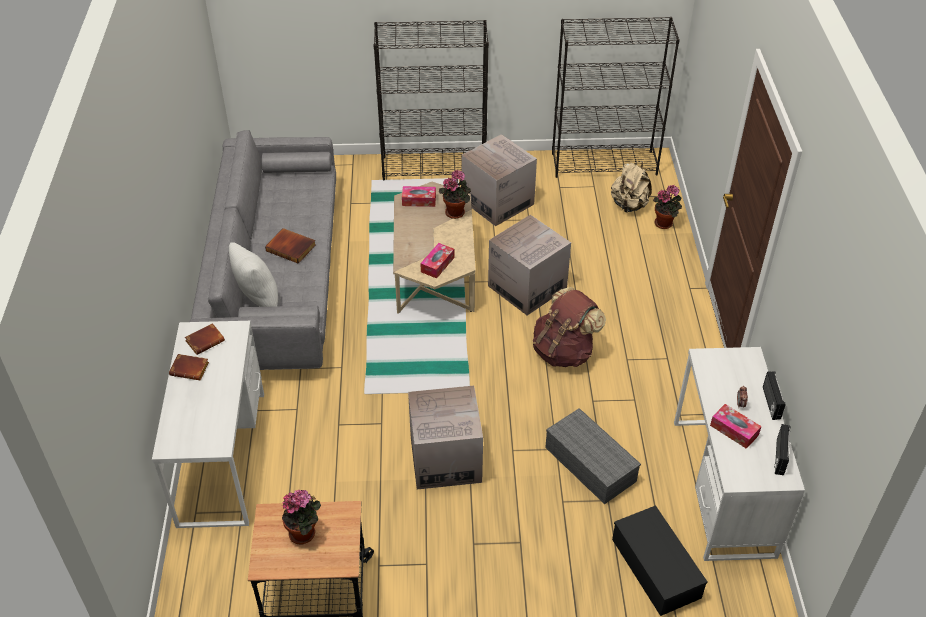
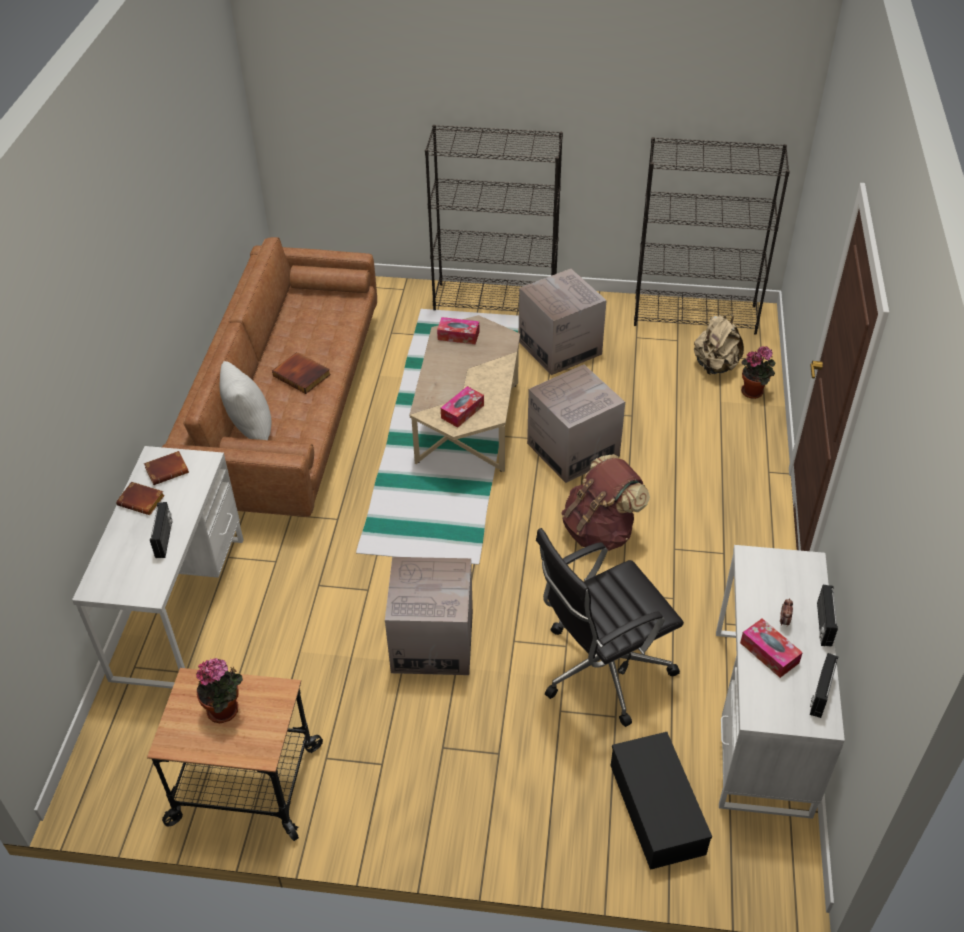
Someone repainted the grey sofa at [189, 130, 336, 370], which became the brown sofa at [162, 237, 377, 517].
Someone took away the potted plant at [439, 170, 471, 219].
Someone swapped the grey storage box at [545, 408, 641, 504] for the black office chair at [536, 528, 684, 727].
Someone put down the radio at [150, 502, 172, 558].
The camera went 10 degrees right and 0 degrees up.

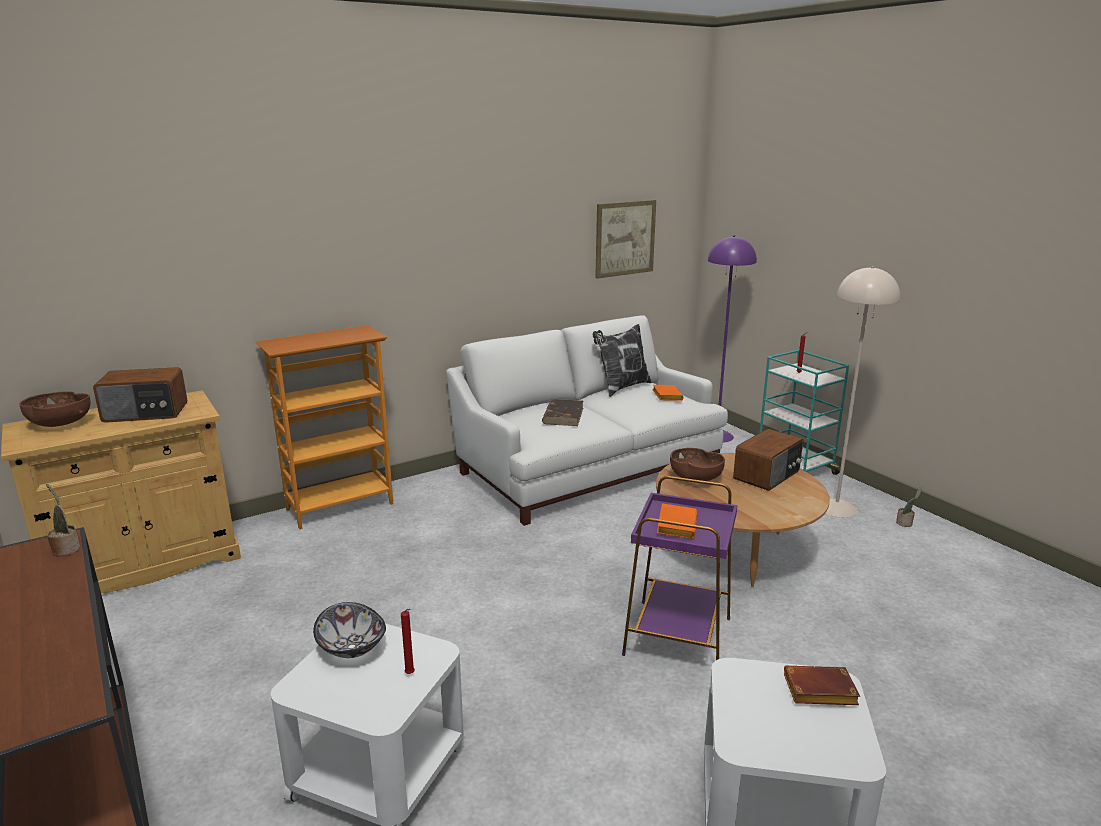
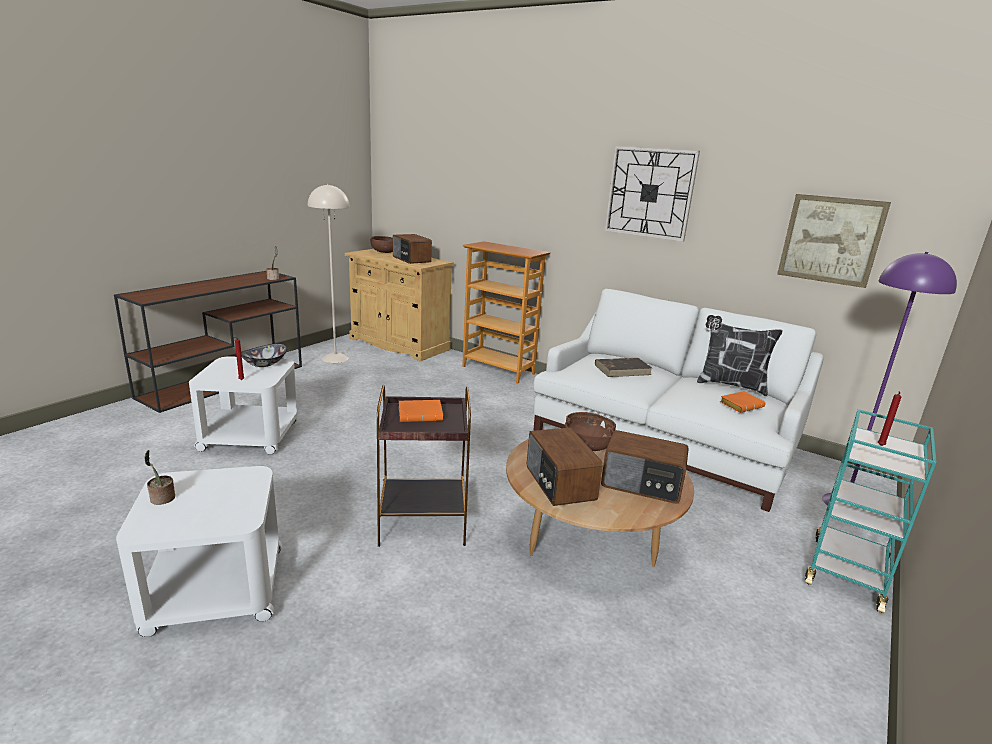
Someone carried the beige floor lamp from [825, 266, 900, 517] to [308, 184, 350, 363].
Someone repainted the purple side table at [622, 476, 737, 660], which became the brown side table at [377, 385, 471, 547].
Someone carried the potted plant from [896, 486, 922, 527] to [145, 450, 175, 505].
Someone took away the brown book at [784, 666, 860, 705].
Someone put up the wall clock at [604, 146, 700, 242].
Someone put down the radio at [527, 428, 603, 506].
The camera went 65 degrees right and 0 degrees up.

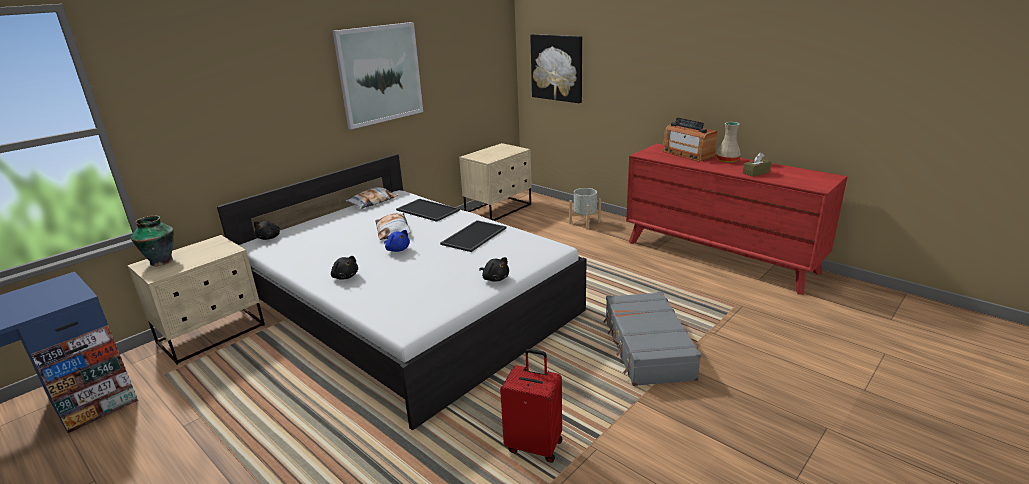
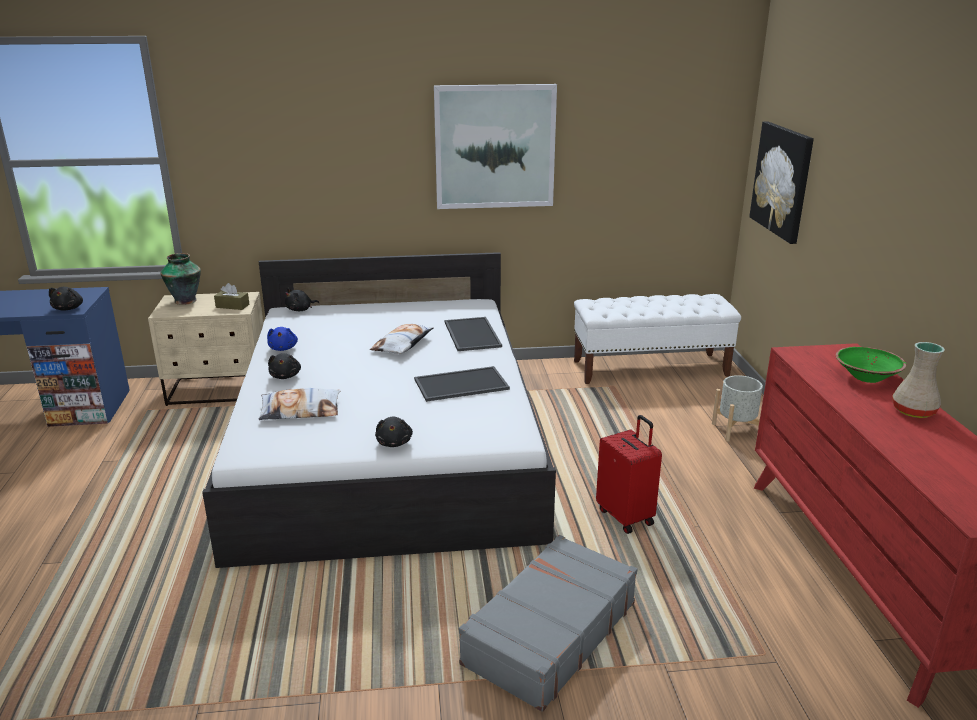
Someone swapped the radio at [663, 117, 717, 162] for the green bowl at [836, 347, 906, 383].
Someone swapped the beige nightstand at [459, 143, 532, 221] for the white bench at [574, 294, 741, 384].
Someone carried the brown tissue box from [743, 153, 771, 177] to [214, 283, 250, 310].
Someone carried the pillow from [345, 187, 398, 209] to [259, 388, 340, 420].
Someone carried the blue plush toy from [384, 230, 410, 252] to [267, 327, 298, 351].
Someone carried the red suitcase from [500, 349, 562, 463] to [596, 415, 662, 534].
Someone put down the black plush toy at [49, 287, 83, 311].
The camera went 40 degrees right and 0 degrees up.

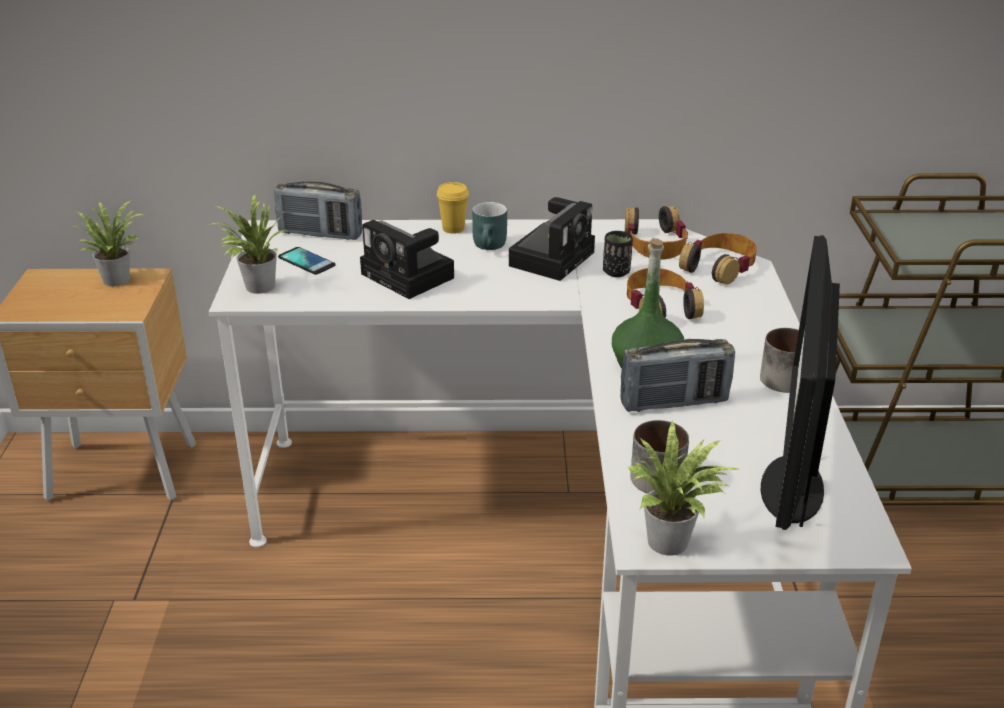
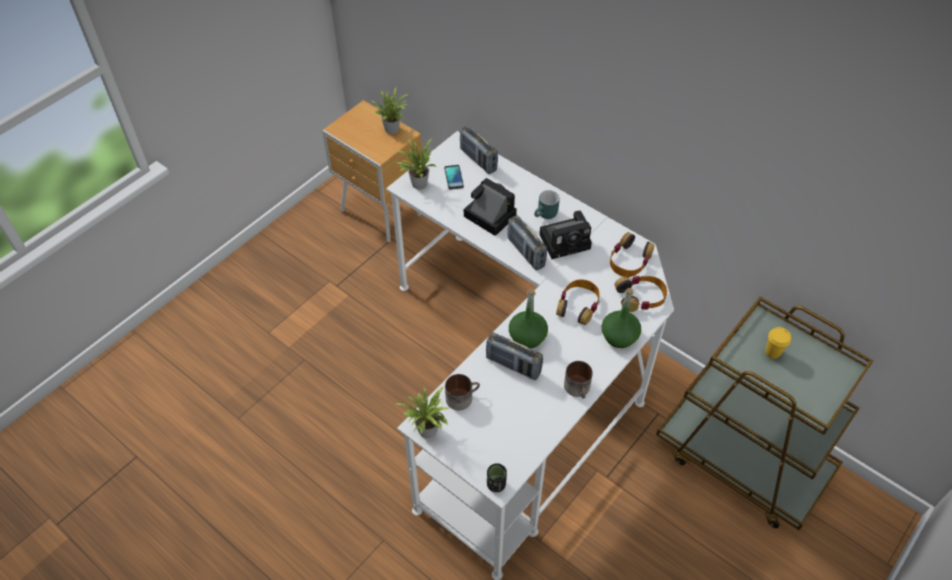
Someone carried the yellow cup from [437, 182, 469, 234] to [765, 327, 791, 359].
Someone rotated the photo camera at [360, 220, 454, 299] by 135 degrees clockwise.
Someone carried the black cup from [603, 231, 633, 277] to [487, 463, 507, 492].
Someone took away the monitor at [761, 235, 840, 530].
Someone put down the radio at [508, 215, 547, 270].
Someone put down the green bottle at [602, 288, 641, 348].
The camera went 40 degrees right and 20 degrees up.

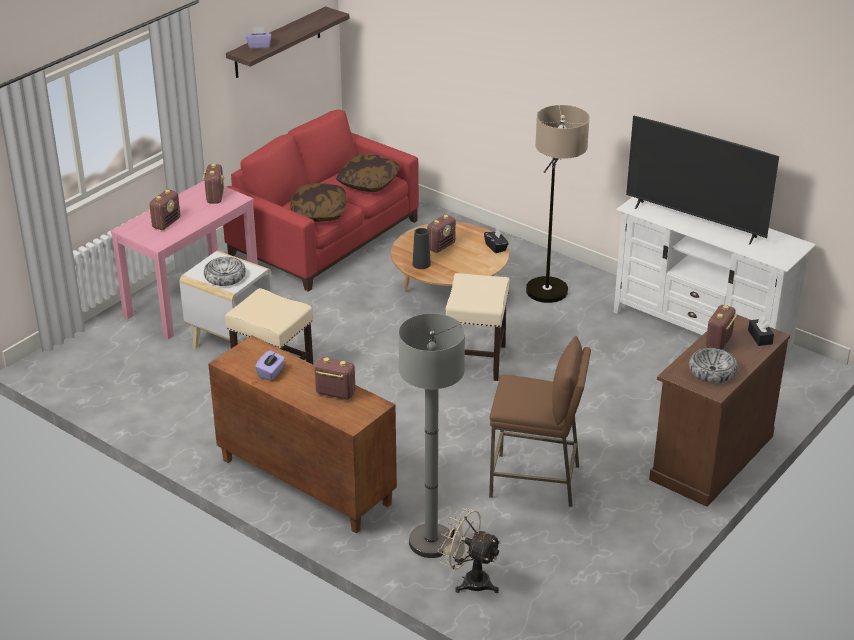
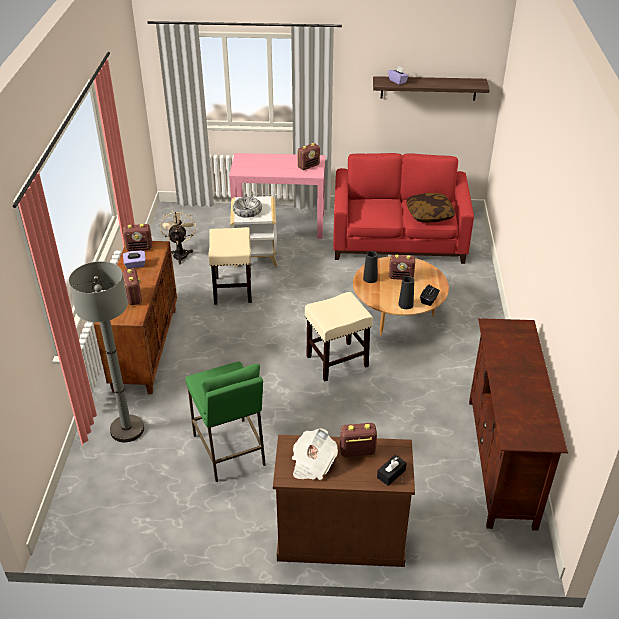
Someone took away the floor lamp at [526, 105, 590, 303].
Someone took away the television at [626, 116, 779, 245].
Someone took away the pillow at [290, 183, 347, 222].
Someone carried the radio from [149, 189, 180, 230] to [123, 224, 152, 251].
Someone repainted the white tv stand at [614, 197, 816, 353], which became the brown tv stand at [469, 318, 568, 531].
Someone repainted the brown stool at [489, 336, 591, 507], which became the green stool at [185, 362, 266, 482].
Someone swapped the bowl at [689, 348, 738, 383] for the newspaper at [292, 428, 338, 480].
Someone carried the beige fan from [437, 507, 501, 593] to [160, 209, 196, 264].
Someone put down the black vase at [398, 276, 414, 309].
The camera went 55 degrees right and 5 degrees up.

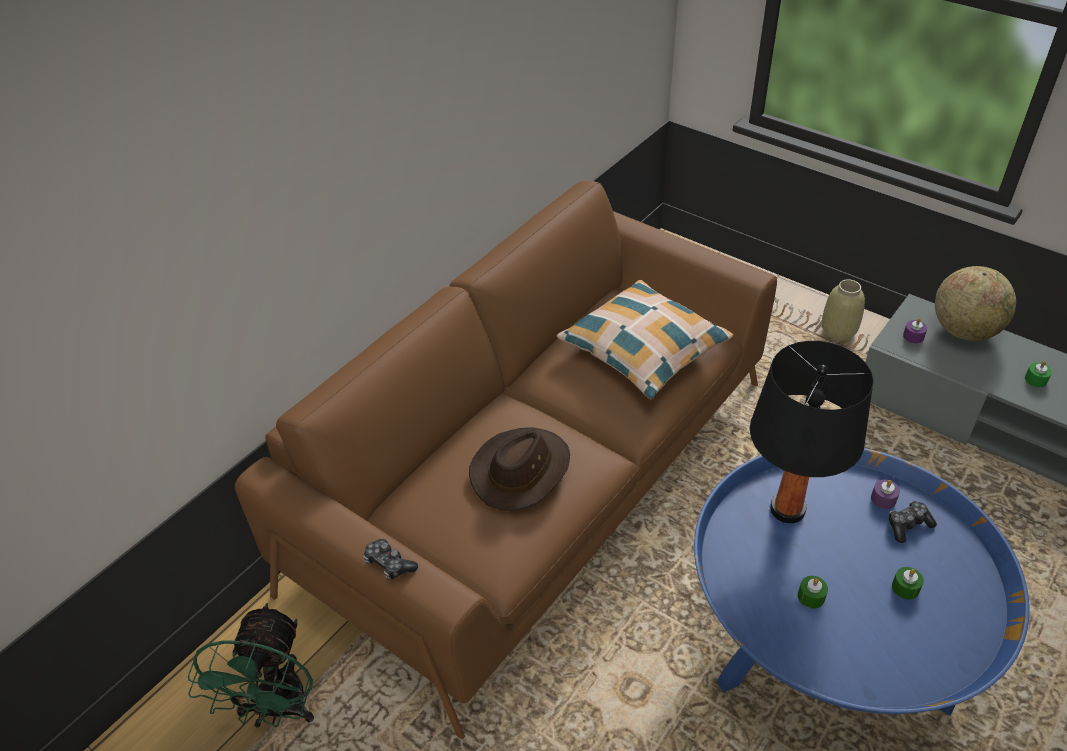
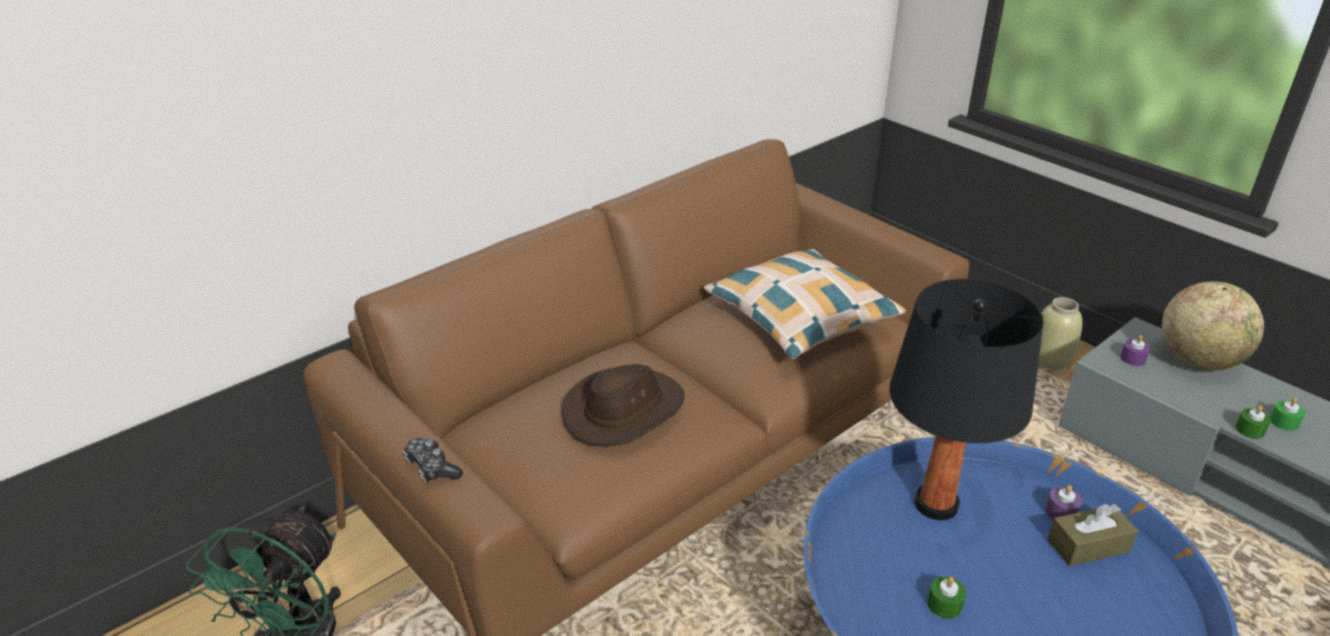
Someone swapped the game controller at [889, 501, 937, 543] for the brown tissue box at [1047, 504, 1138, 566].
Someone carried the green candle from [892, 567, 924, 600] to [1236, 405, 1271, 439].
The camera went 10 degrees right and 10 degrees down.

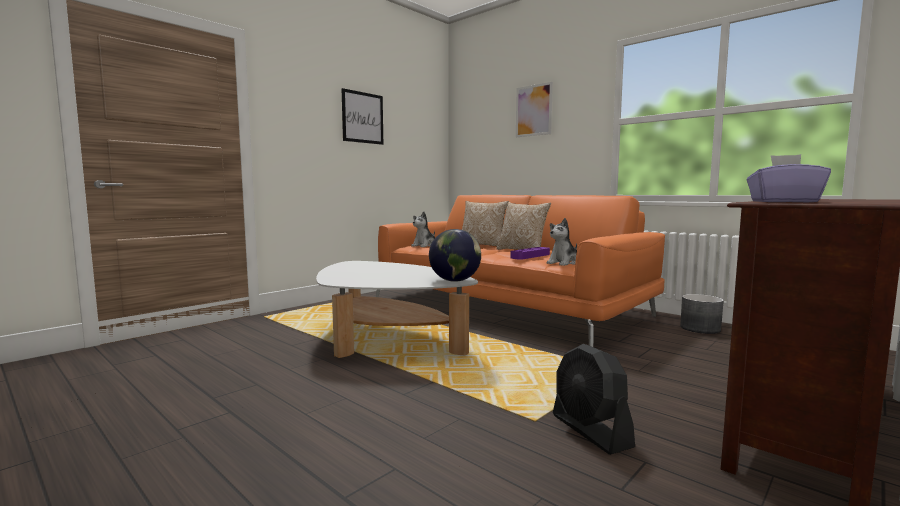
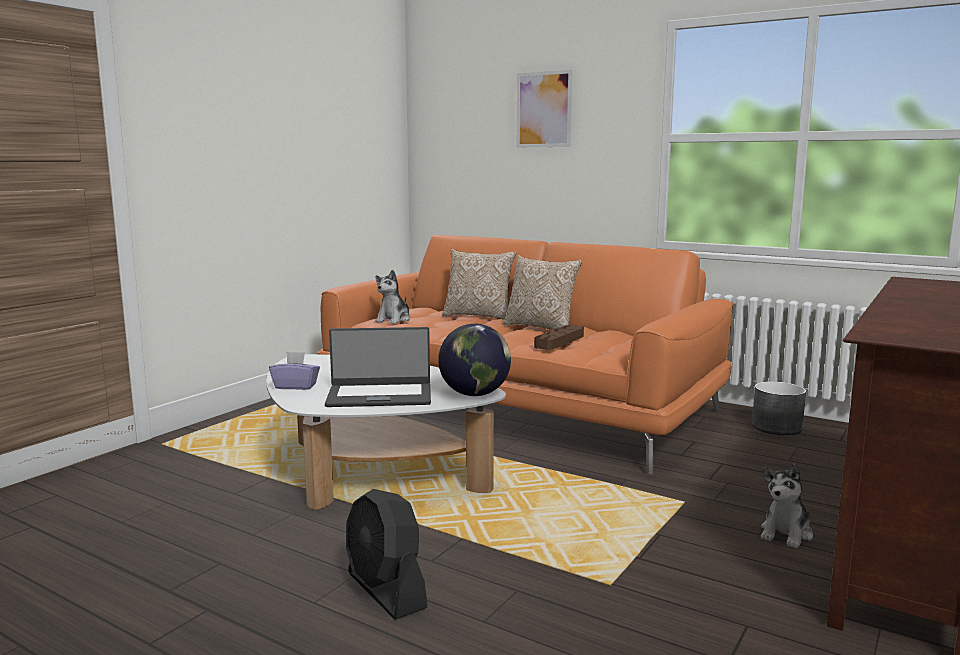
Someone took away the picture at [342, 88, 383, 145].
Someone carried the purple tissue box from [747, 154, 831, 202] to [269, 352, 320, 390].
Someone carried the plush toy from [547, 218, 577, 266] to [761, 464, 813, 548].
Someone repainted the purple tray at [510, 247, 550, 260], which became the brown tray at [534, 325, 584, 350].
Someone carried the black fan from [553, 344, 635, 455] to [346, 489, 428, 620].
Someone put down the laptop at [325, 327, 431, 407].
The camera went 10 degrees left and 5 degrees up.

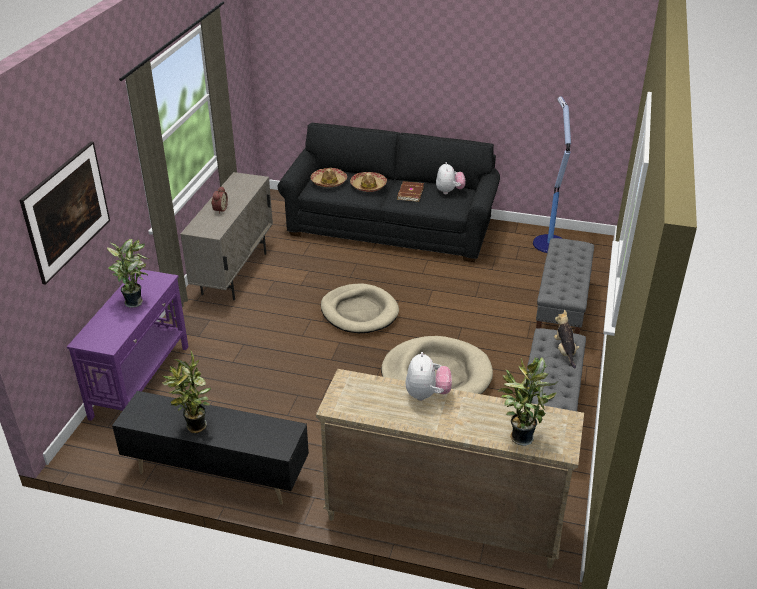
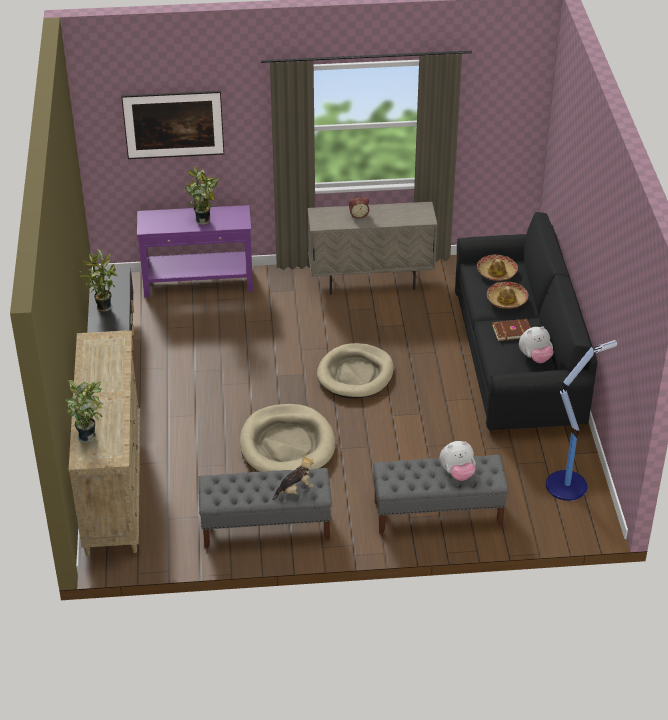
Someone carried the plush toy from [406, 352, 452, 401] to [439, 441, 476, 481].
The camera went 70 degrees right and 5 degrees up.

